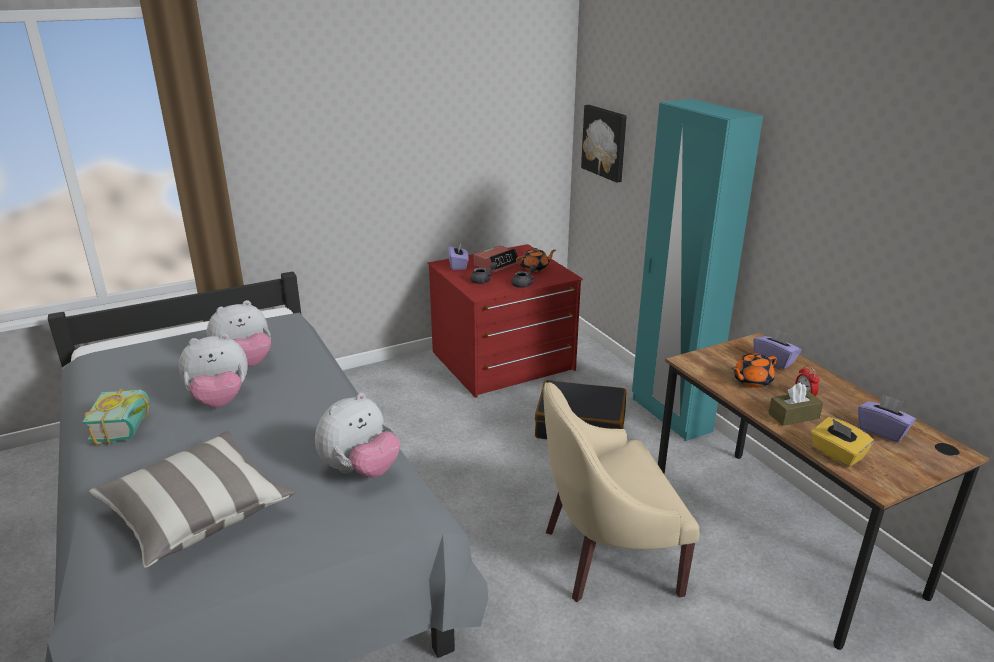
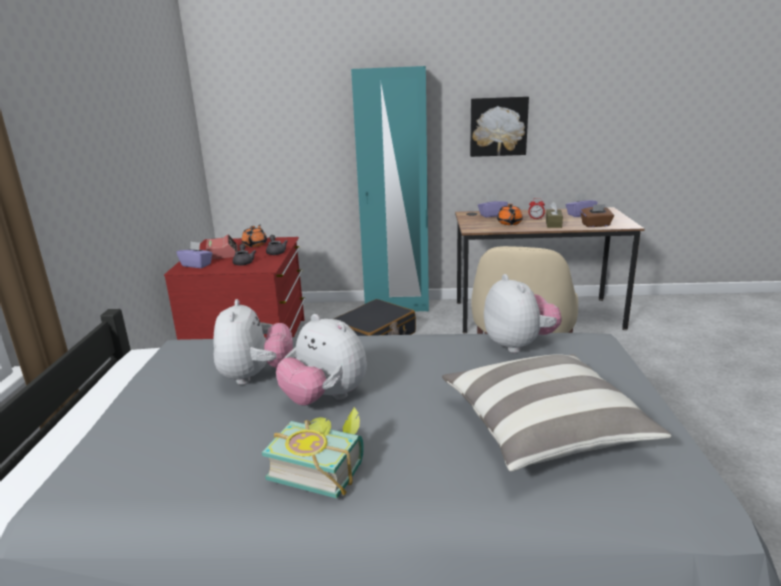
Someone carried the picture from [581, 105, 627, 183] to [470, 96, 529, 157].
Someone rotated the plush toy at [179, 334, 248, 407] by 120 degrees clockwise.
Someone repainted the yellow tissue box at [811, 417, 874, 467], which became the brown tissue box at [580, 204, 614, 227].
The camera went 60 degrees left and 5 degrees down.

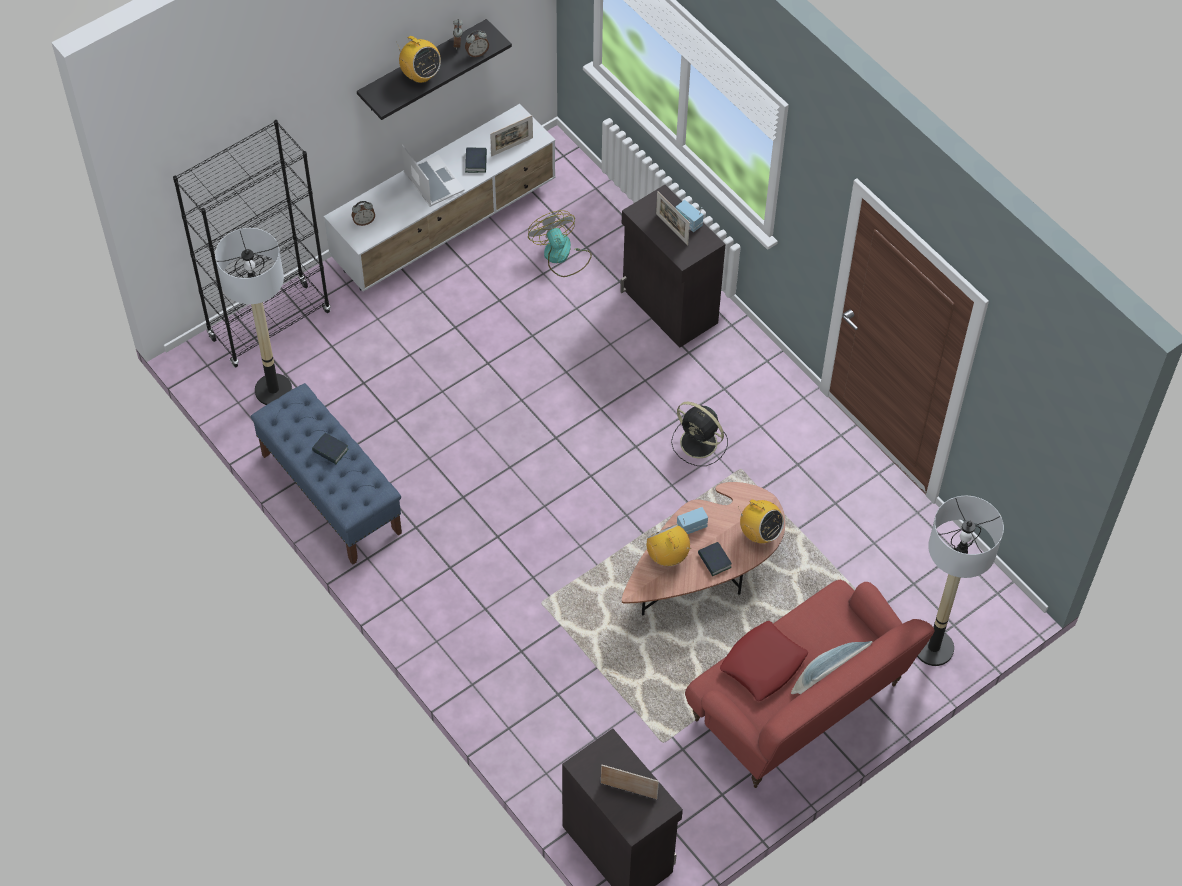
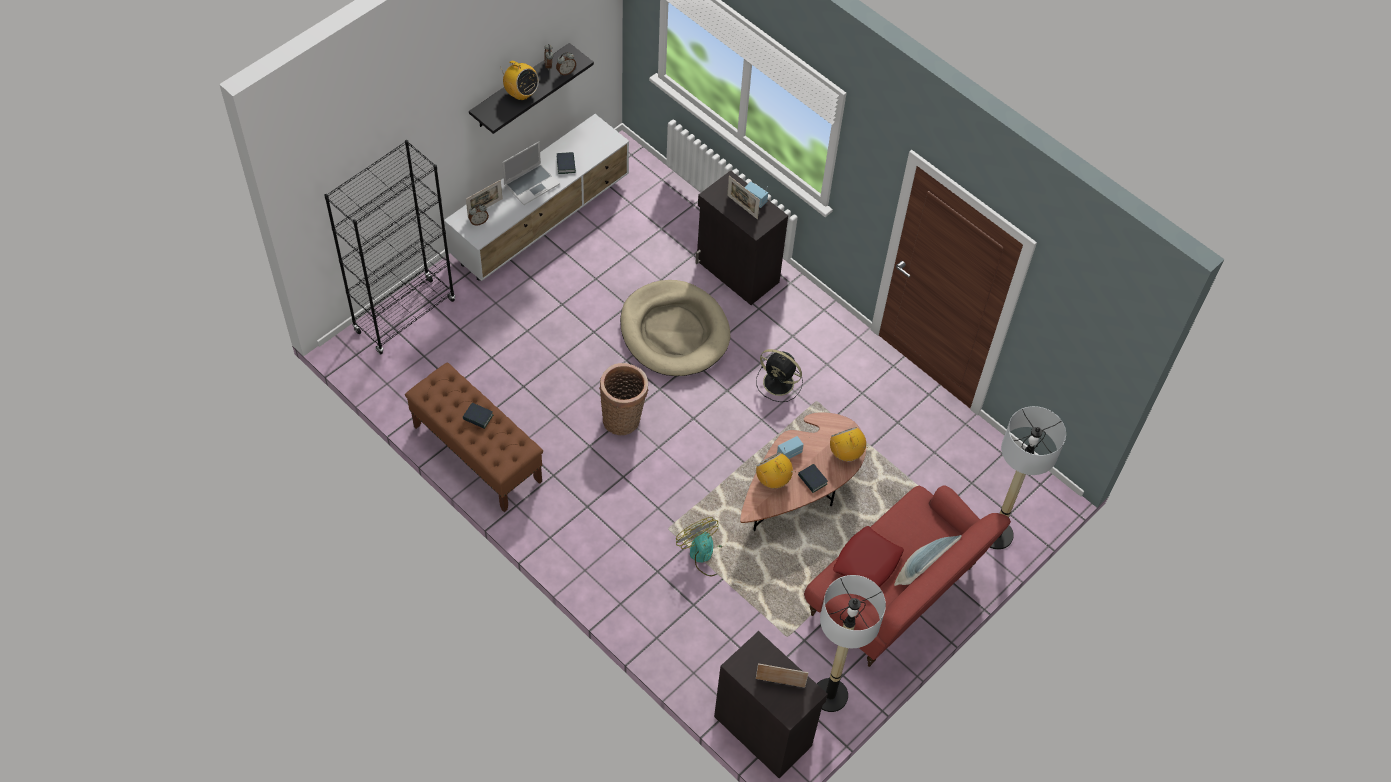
Someone carried the picture frame from [490, 115, 533, 157] to [466, 180, 502, 218].
Someone rotated the laptop at [402, 144, 465, 207] by 90 degrees clockwise.
Someone carried the fan from [528, 210, 592, 277] to [676, 517, 723, 576].
Someone carried the floor lamp from [215, 228, 292, 405] to [817, 575, 886, 712].
Someone repainted the blue bench at [251, 383, 402, 565], which became the brown bench at [405, 362, 543, 512].
Someone rotated the radio at [738, 499, 784, 543] by 150 degrees counterclockwise.
Someone put down the beige dog bed at [620, 280, 730, 376].
Someone put down the basket at [599, 363, 648, 435].
The camera went 10 degrees left and 0 degrees up.

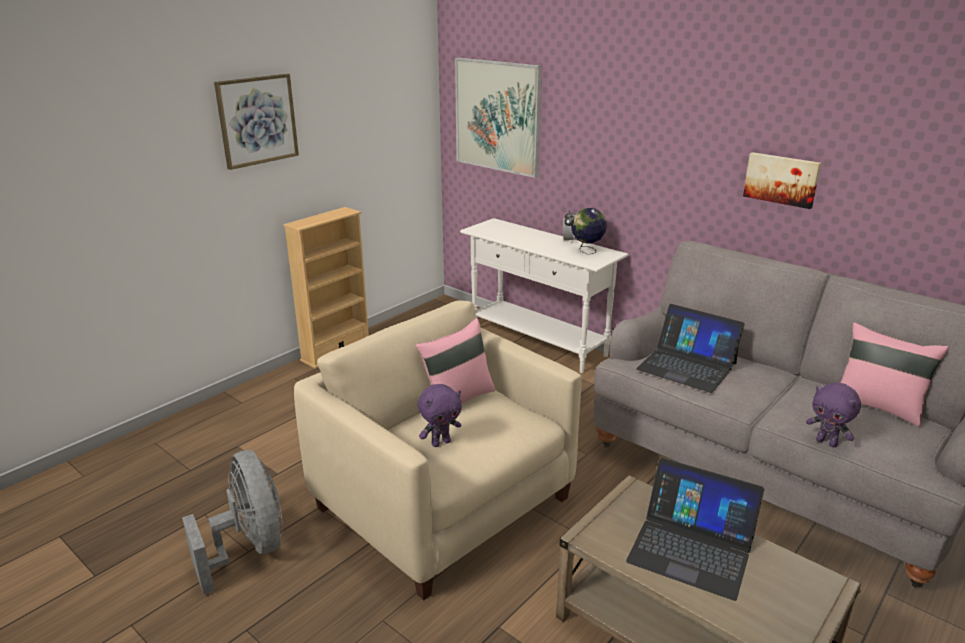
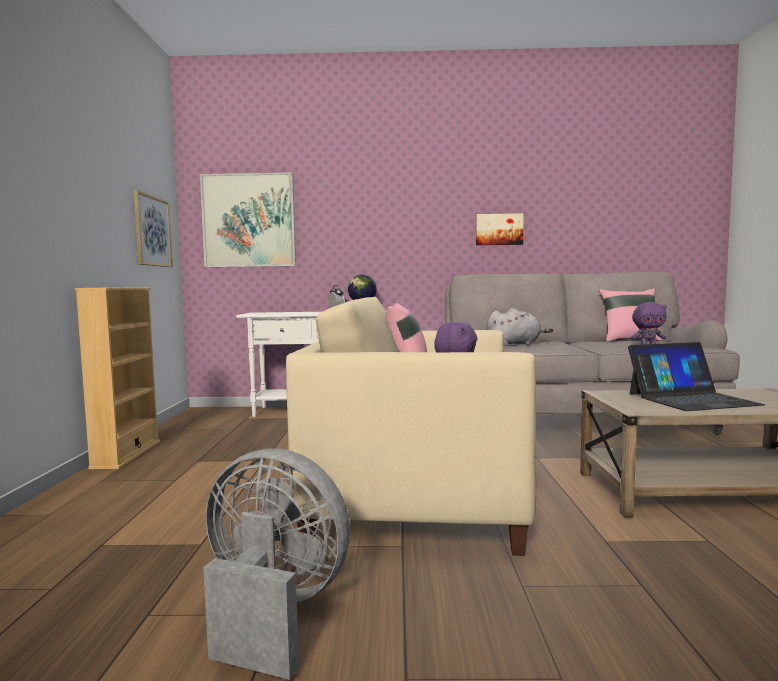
Someone carried the picture from [214, 74, 299, 170] to [133, 190, 173, 267].
Someone swapped the laptop at [636, 304, 745, 393] for the grey plush toy at [487, 308, 553, 346].
The camera went 40 degrees left and 20 degrees down.

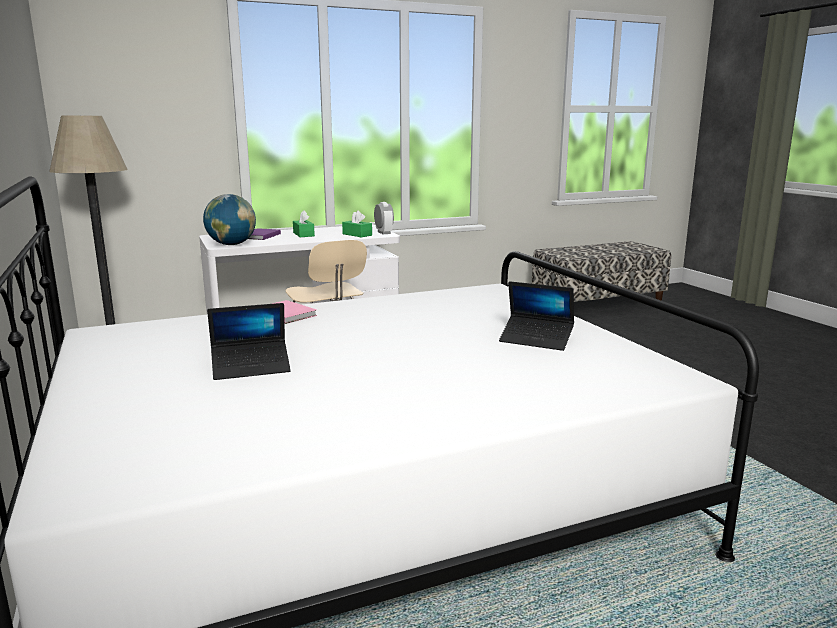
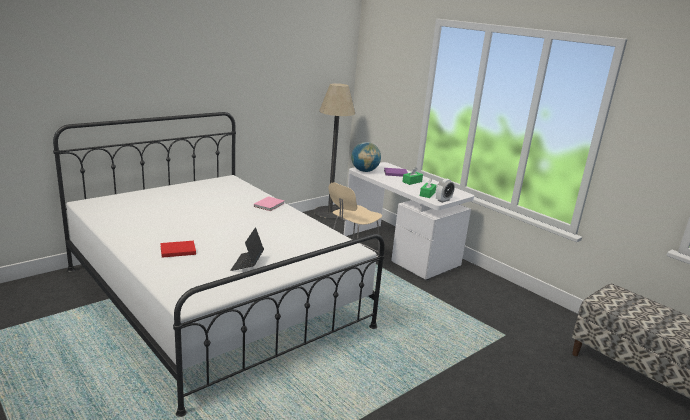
Someone took away the laptop at [207, 303, 291, 380].
Someone put down the red book at [160, 241, 196, 258].
The camera went 70 degrees right and 5 degrees up.

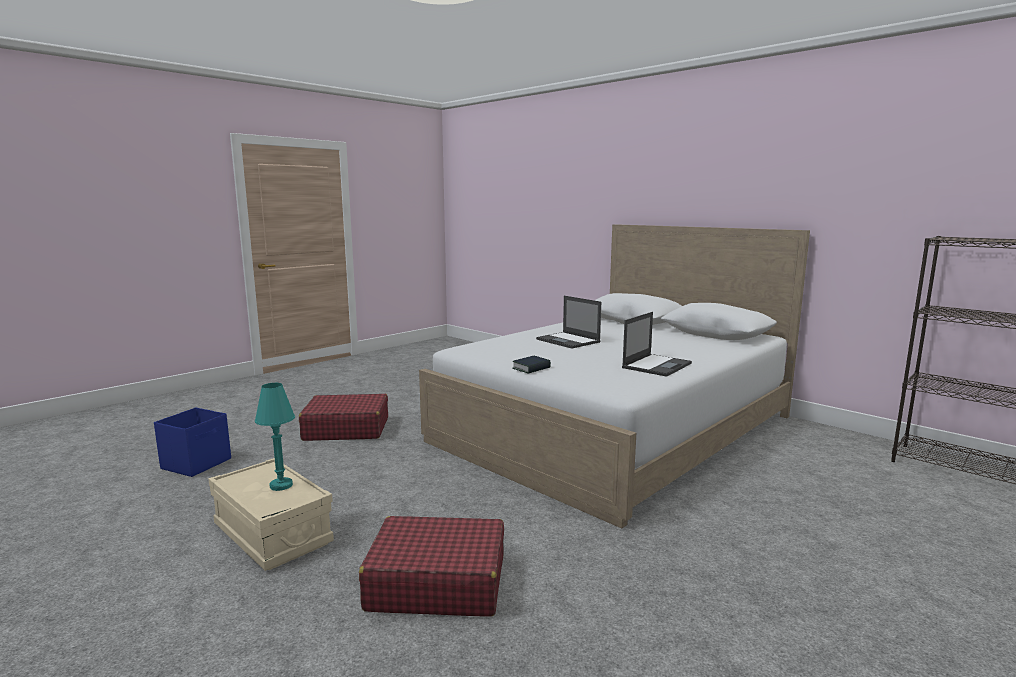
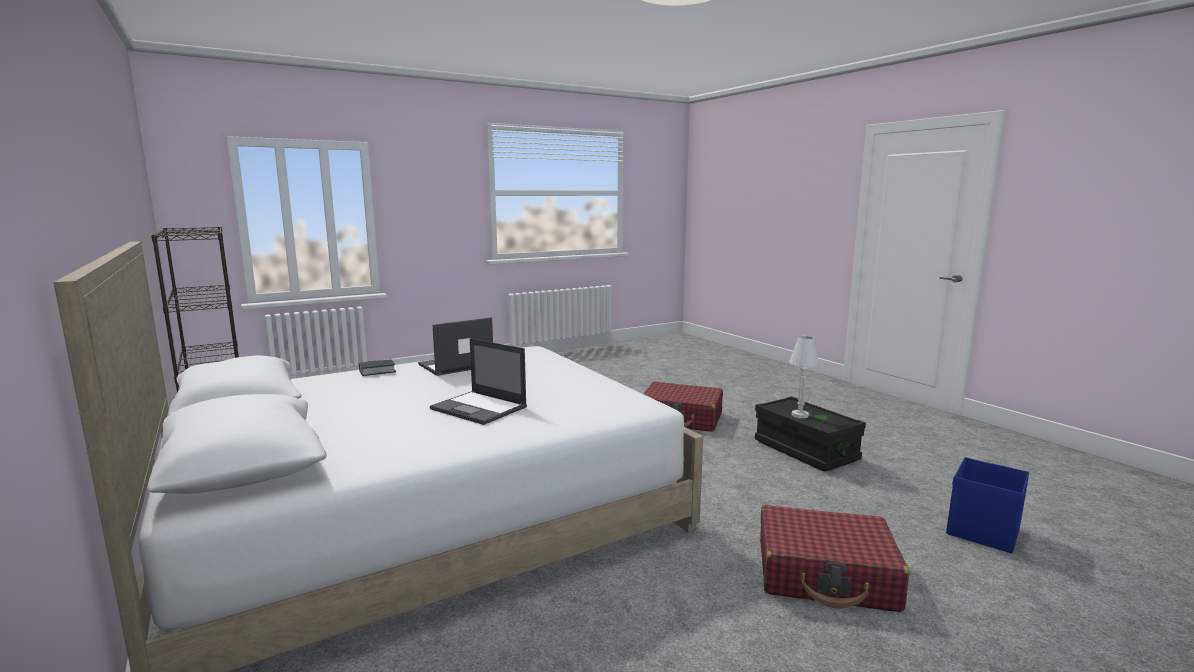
Someone rotated the laptop at [536, 296, 601, 349] by 150 degrees clockwise.
Someone carried the book from [512, 356, 551, 373] to [359, 359, 396, 376].
Someone repainted the turquoise table lamp at [255, 383, 295, 491], which became the white table lamp at [789, 336, 819, 418].
Someone repainted the beige storage box at [209, 458, 334, 571], which became the black storage box at [755, 396, 866, 472].
The camera went 165 degrees left and 0 degrees up.

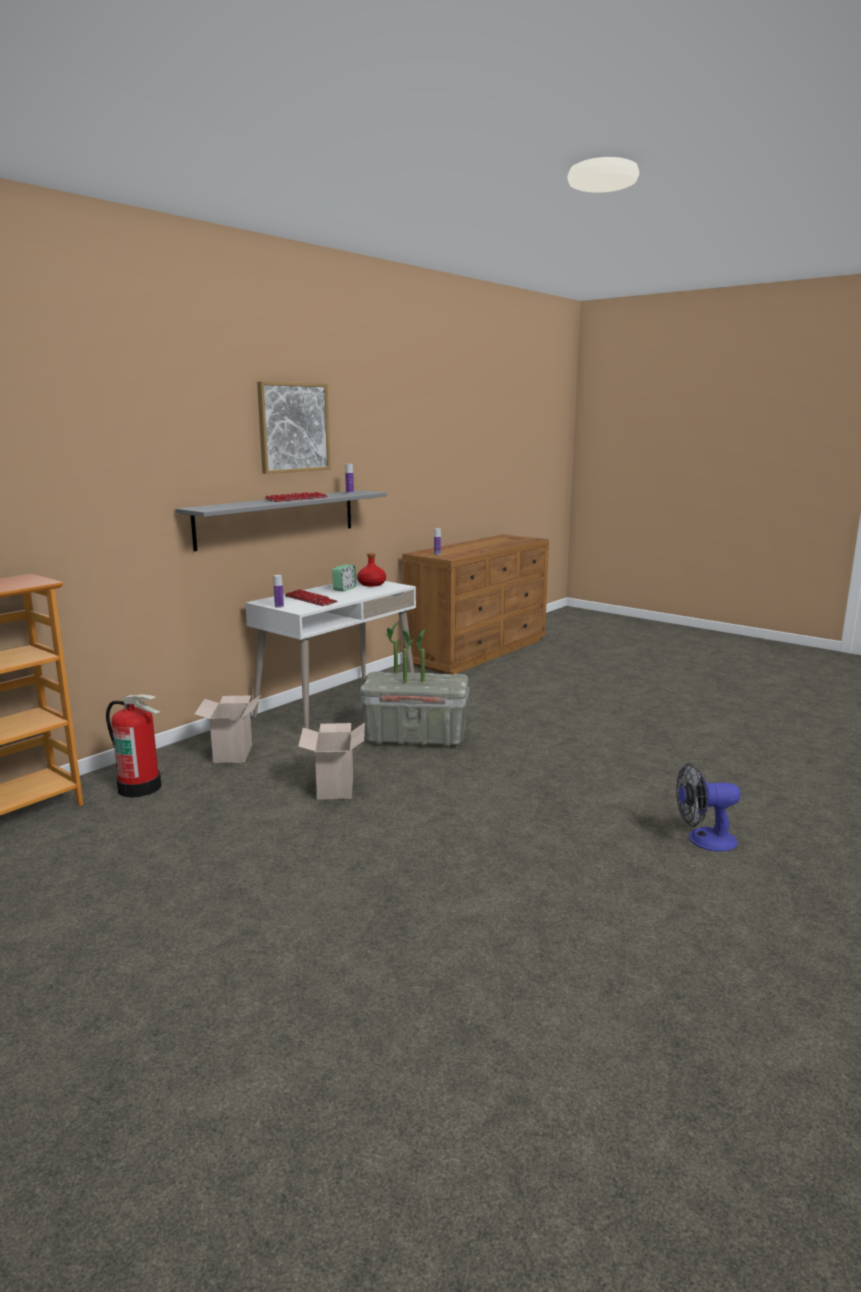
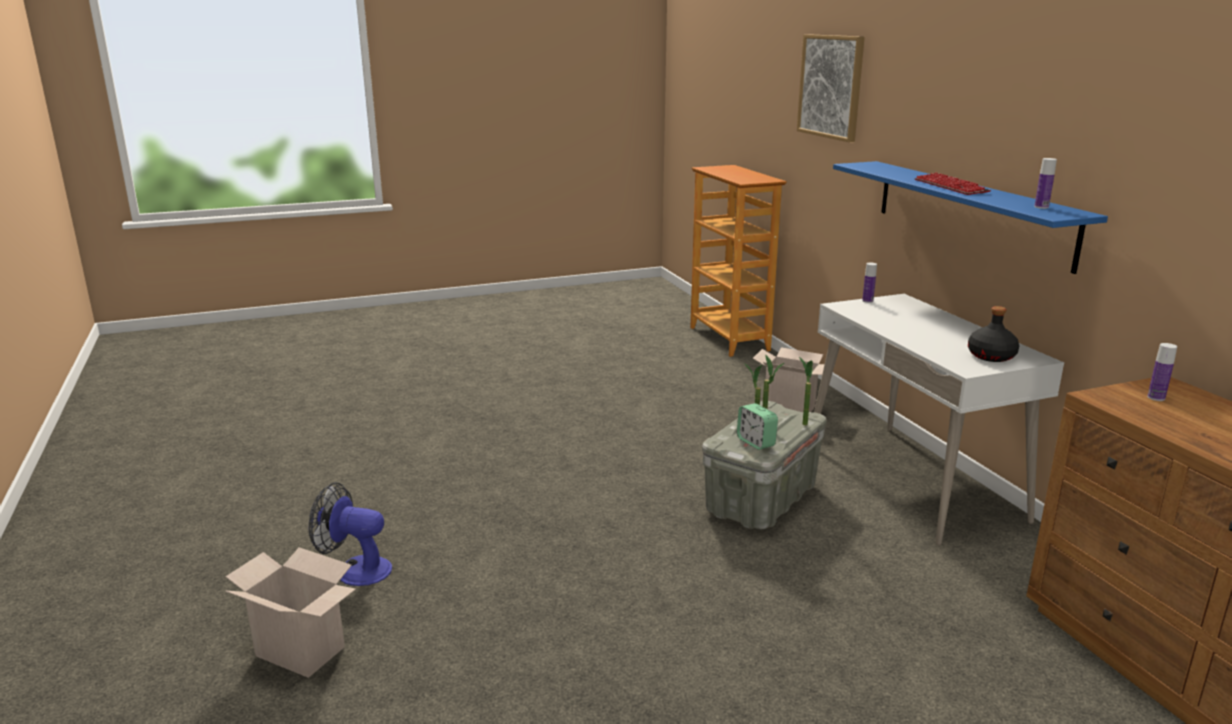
Someone carried the picture from [257, 381, 330, 474] to [797, 34, 865, 142].
Someone repainted the grey shelf at [176, 490, 387, 552], which became the blue shelf at [833, 161, 1108, 274].
Someone repainted the red bottle at [357, 553, 386, 586], which became the black bottle at [968, 306, 1019, 362].
Someone carried the alarm clock from [332, 565, 357, 592] to [737, 403, 778, 450].
Someone took away the keyboard at [285, 589, 338, 606].
Someone took away the fire extinguisher at [106, 694, 161, 797].
Someone carried the cardboard box from [298, 722, 365, 800] to [225, 547, 356, 678].
Someone rotated the fan at [676, 763, 741, 852] by 105 degrees counterclockwise.
The camera went 120 degrees right and 5 degrees up.

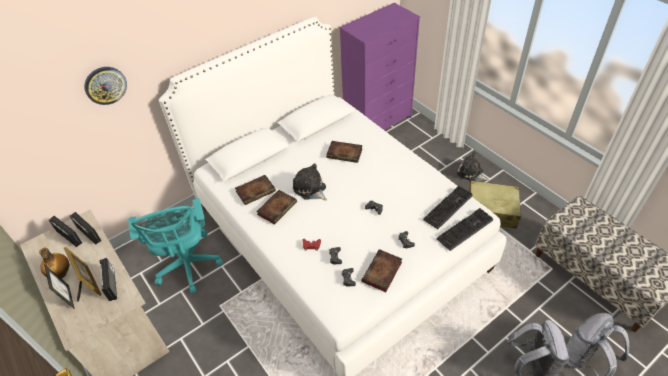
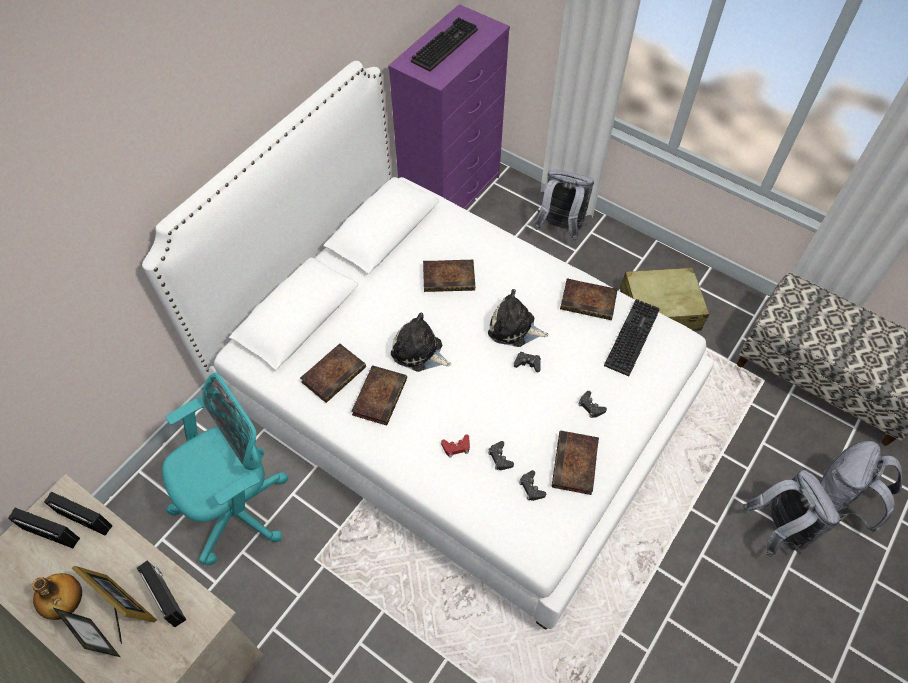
Someone took away the wall clock at [84, 67, 127, 105].
Someone carried the plush toy from [457, 152, 489, 182] to [488, 289, 548, 347].
Someone rotated the turquoise office chair at [128, 198, 224, 294] by 90 degrees counterclockwise.
Someone carried the keyboard from [437, 208, 493, 251] to [411, 17, 478, 72].
Someone put down the grey backpack at [534, 170, 594, 241].
Someone put down the book at [560, 278, 618, 320].
The camera went 20 degrees left and 10 degrees up.

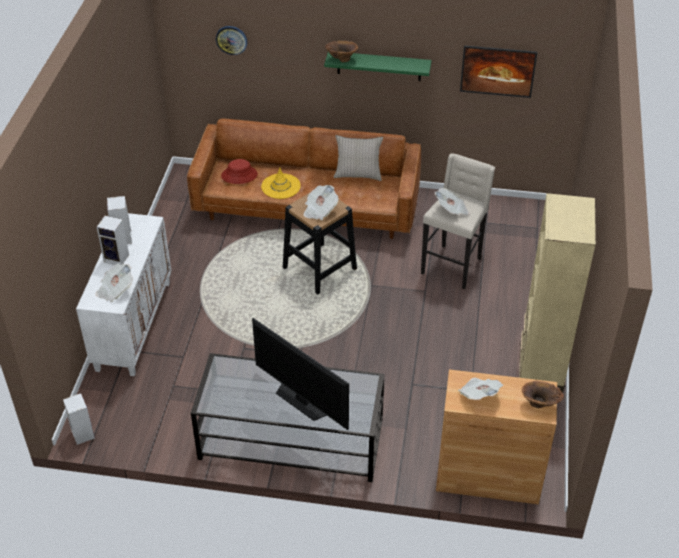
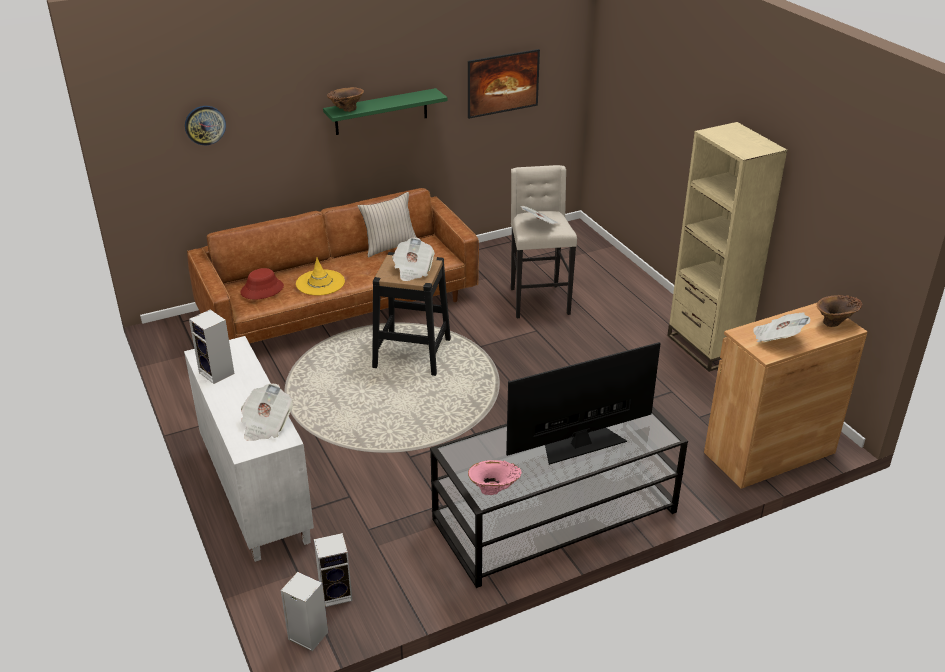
Someone carried the speaker from [97, 216, 129, 265] to [314, 533, 353, 607].
Someone rotated the television at [252, 318, 349, 430] by 150 degrees clockwise.
Someone put down the pink vase at [468, 460, 522, 495].
The camera went 35 degrees left and 10 degrees down.

